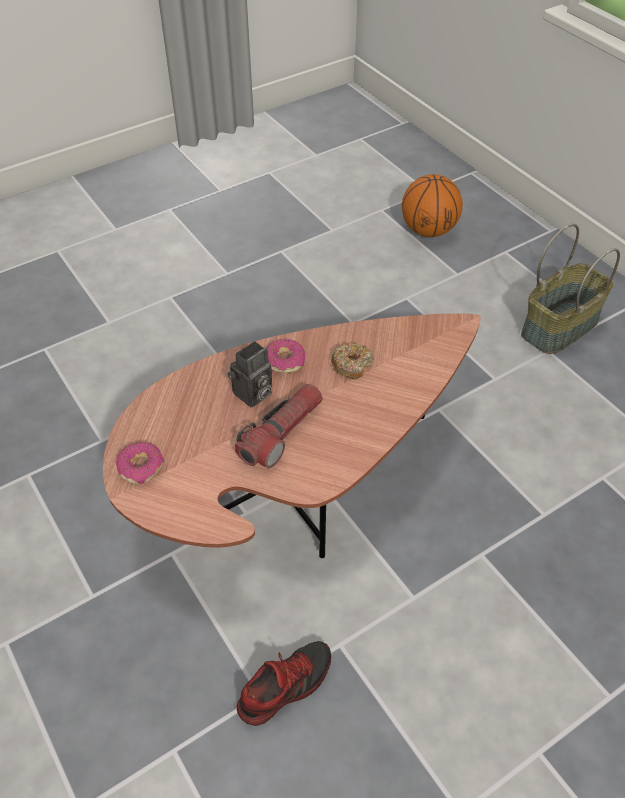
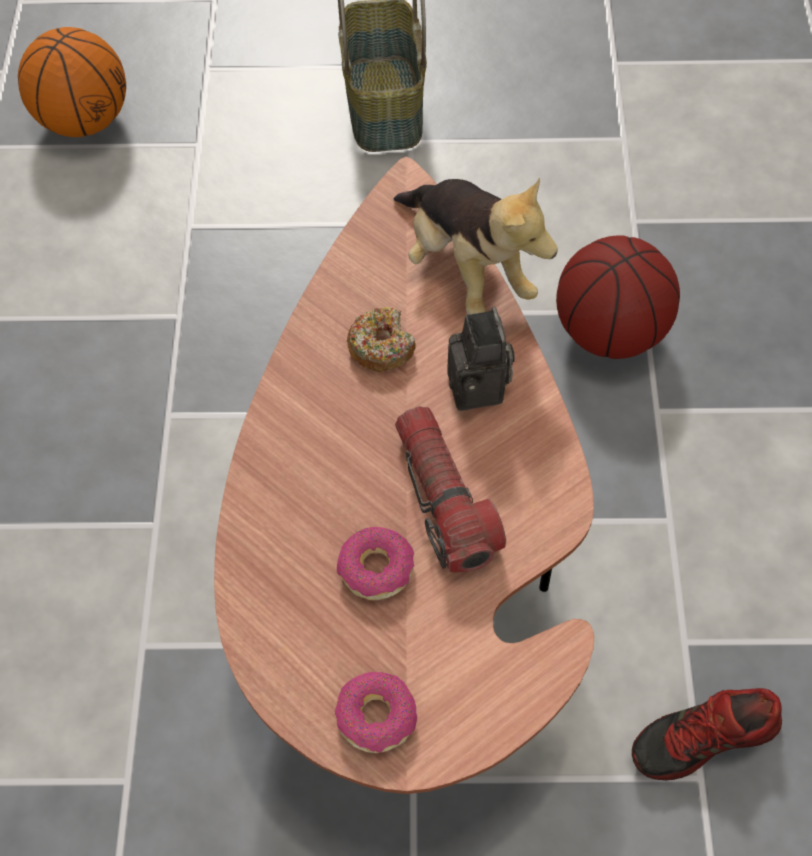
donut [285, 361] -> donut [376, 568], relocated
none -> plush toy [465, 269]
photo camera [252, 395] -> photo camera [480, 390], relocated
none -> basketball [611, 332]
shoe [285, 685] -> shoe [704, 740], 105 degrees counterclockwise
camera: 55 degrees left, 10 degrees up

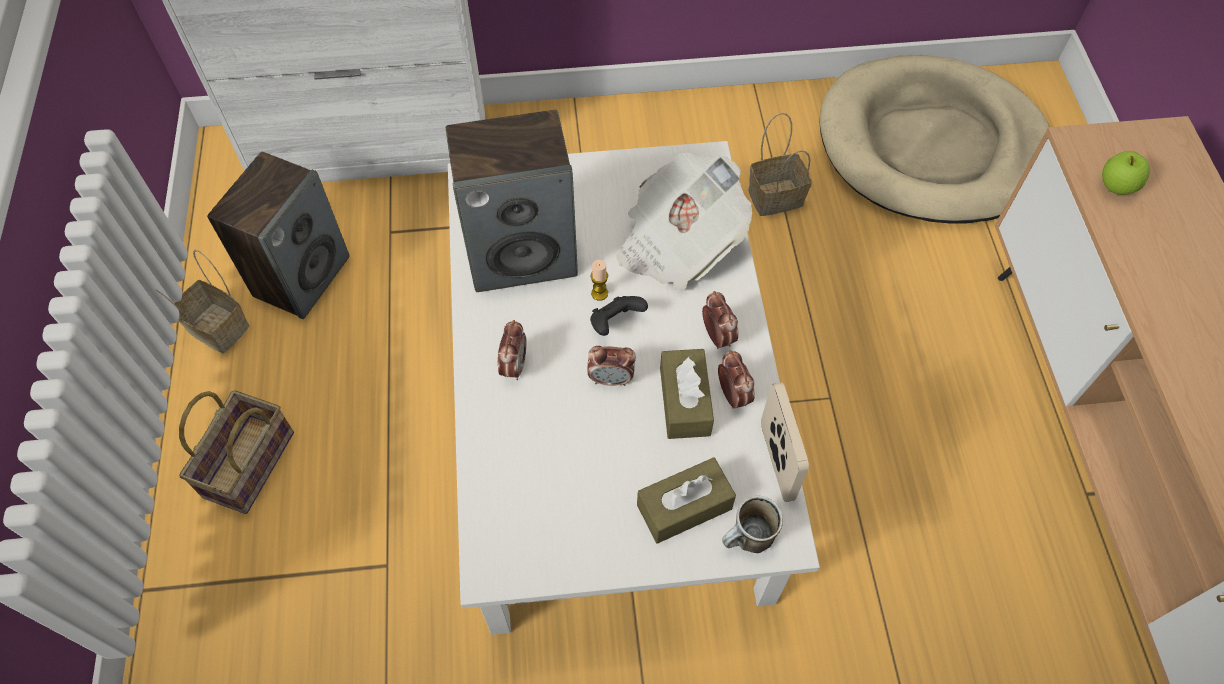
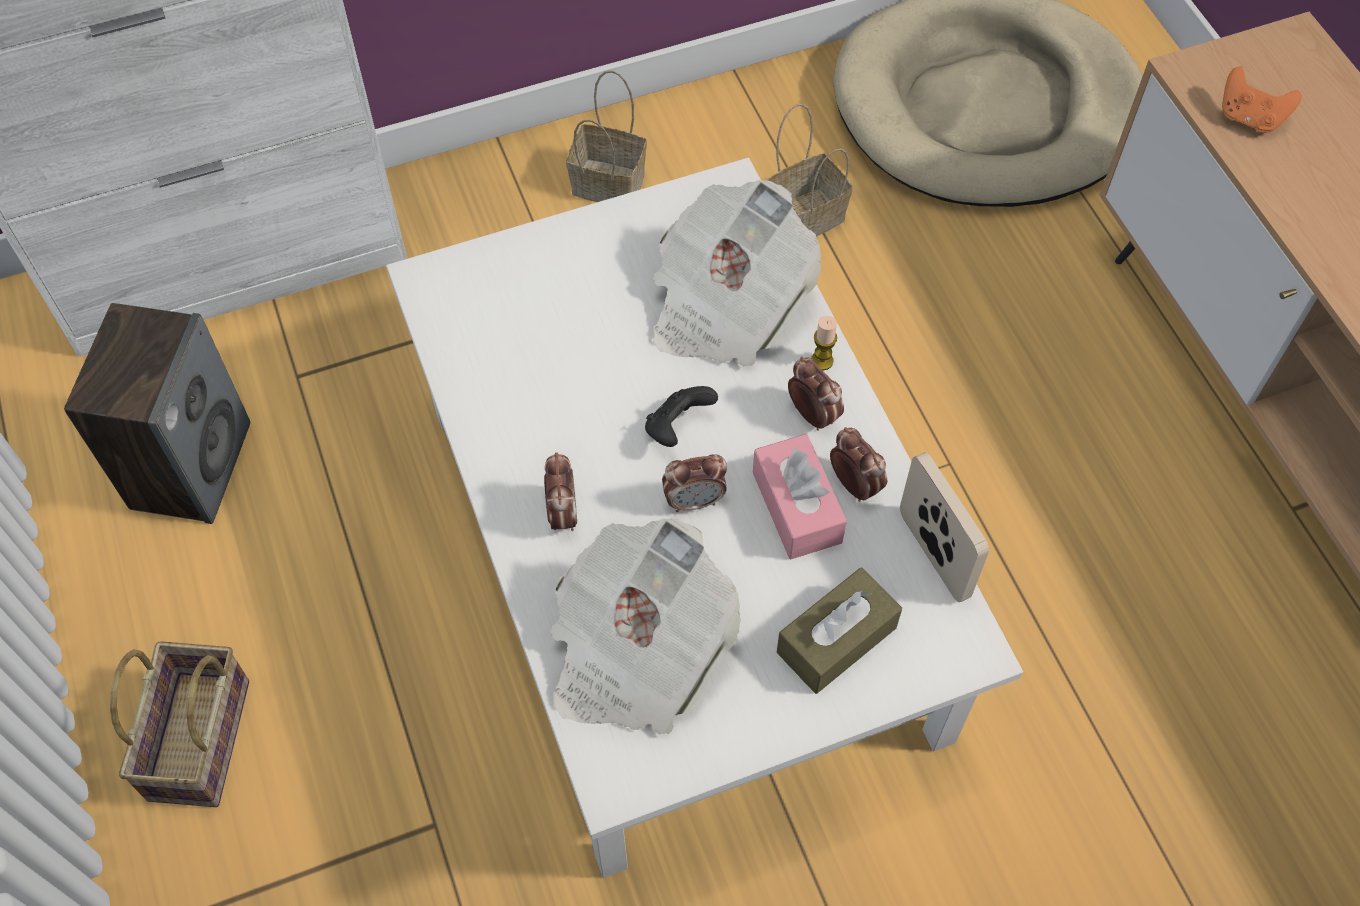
none -> newspaper [636, 651]
basket [215, 328] -> basket [605, 184], relocated
brown tissue box [684, 401] -> pink tissue box [796, 507]
candle [599, 293] -> candle [822, 361], relocated
apple [1116, 187] -> orange game controller [1249, 118]
speaker [522, 254] -> none
mug [747, 541] -> none
camera: 15 degrees left, 0 degrees up

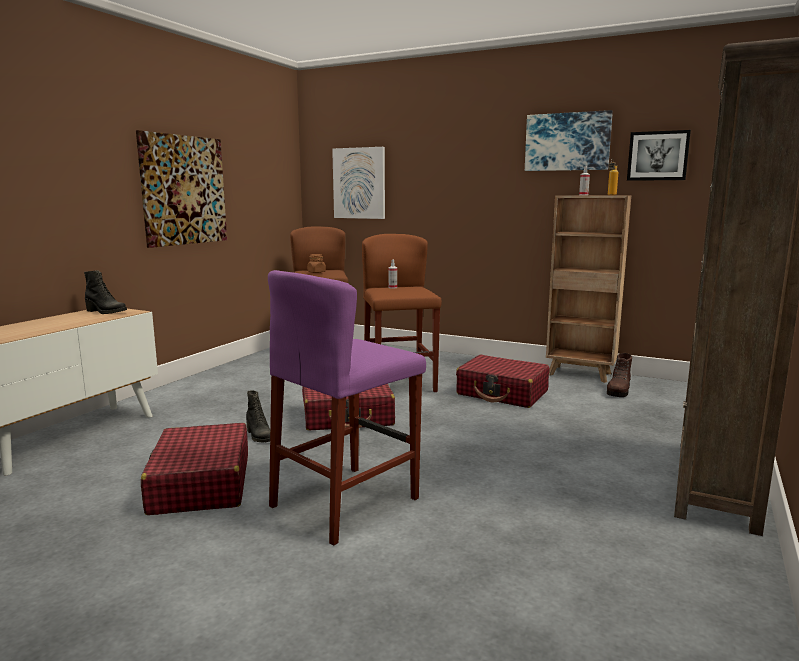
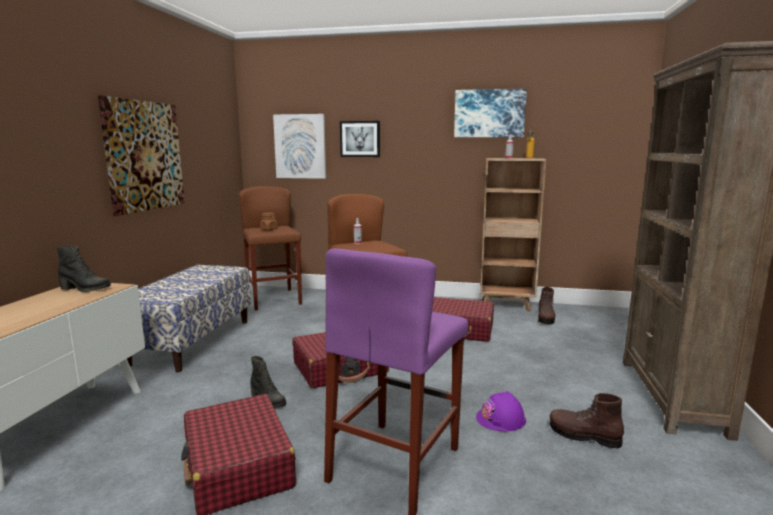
none -> bench [192, 341]
picture [658, 156] -> picture [360, 139], relocated
none -> purple hard hat [501, 419]
none -> brown boot [583, 436]
camera: 15 degrees left, 0 degrees up

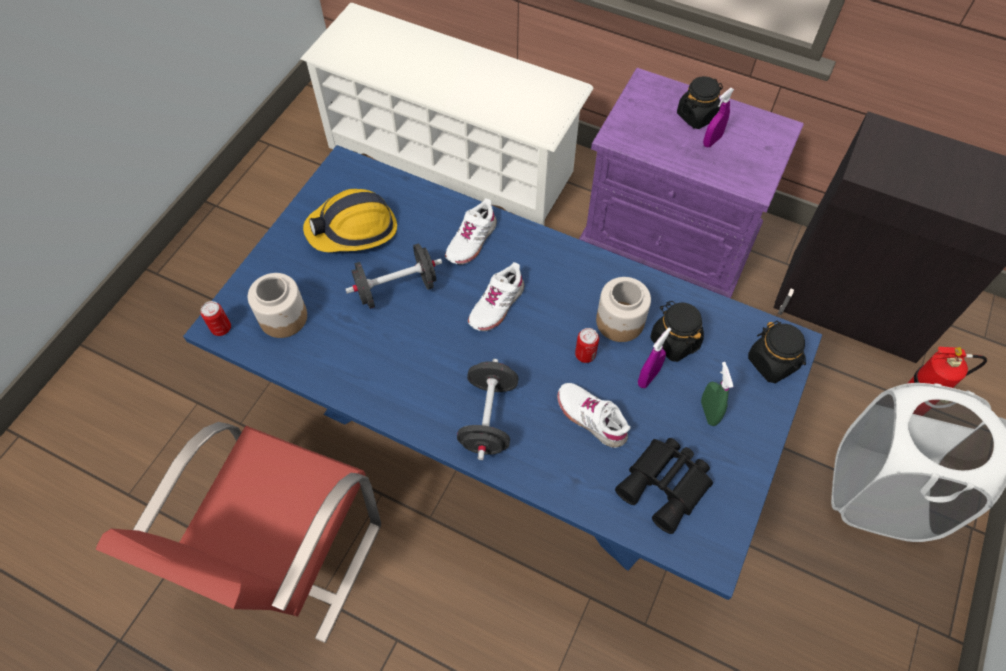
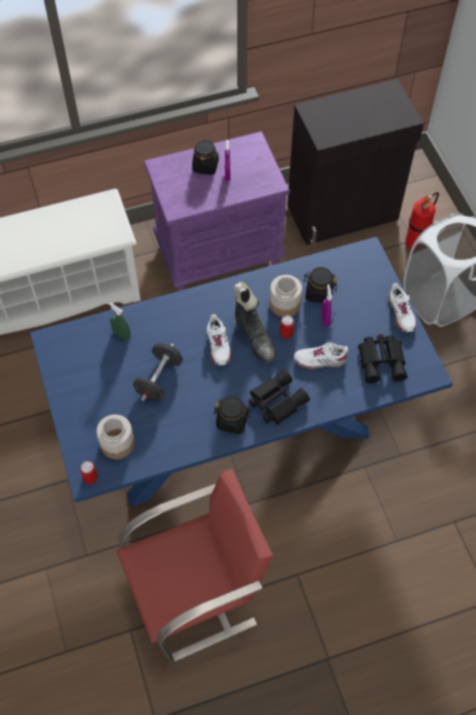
green spray bottle [708, 412] -> green spray bottle [121, 335], relocated
red chair [287, 557] -> red chair [196, 593], 90 degrees counterclockwise
black jar [772, 363] -> black jar [232, 421], relocated
none -> black boot [255, 338]
black dumbbell [488, 418] -> black binoculars [275, 401]
white shoe [471, 240] -> white shoe [401, 313], relocated
hard hat [353, 230] -> none
camera: 45 degrees left, 0 degrees up

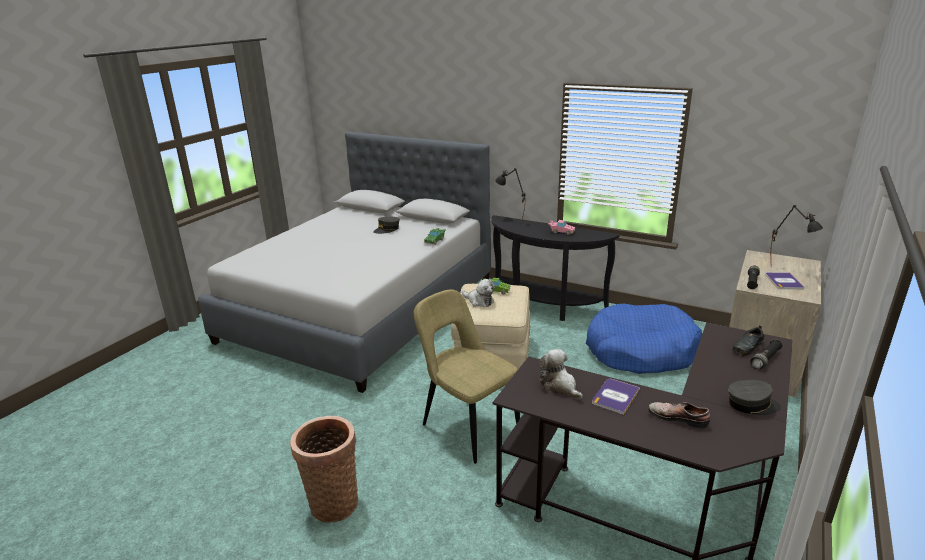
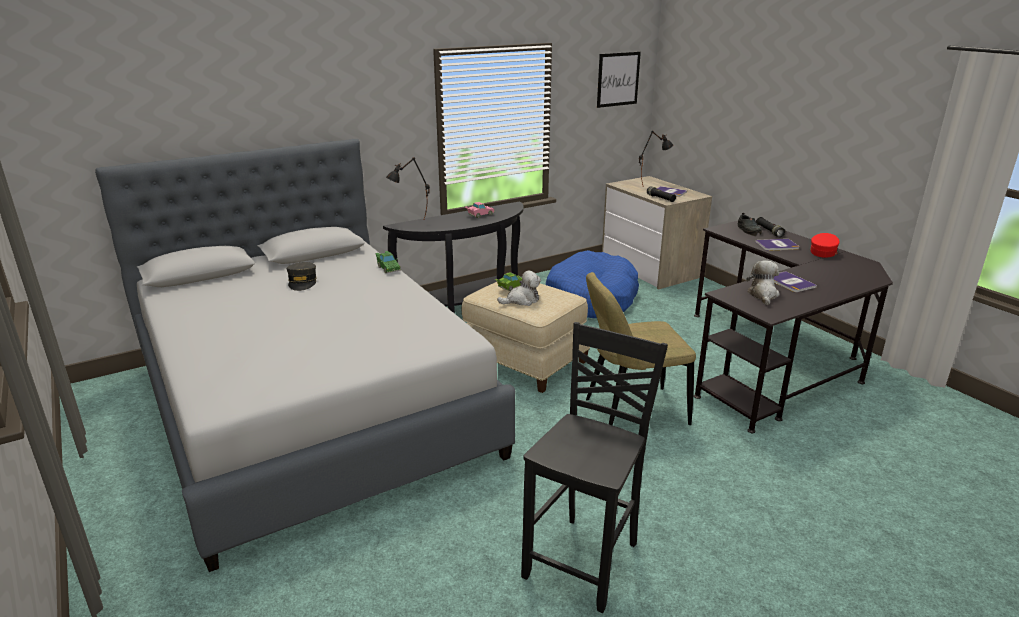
none -> black chair [585, 560]
none -> picture [618, 79]
plush toy [559, 386] -> plush toy [763, 295], 105 degrees clockwise
none -> book [777, 245]
grey cap [752, 405] -> red cap [823, 252]
basket [332, 502] -> none
shoe [678, 417] -> none
camera: 60 degrees left, 0 degrees up

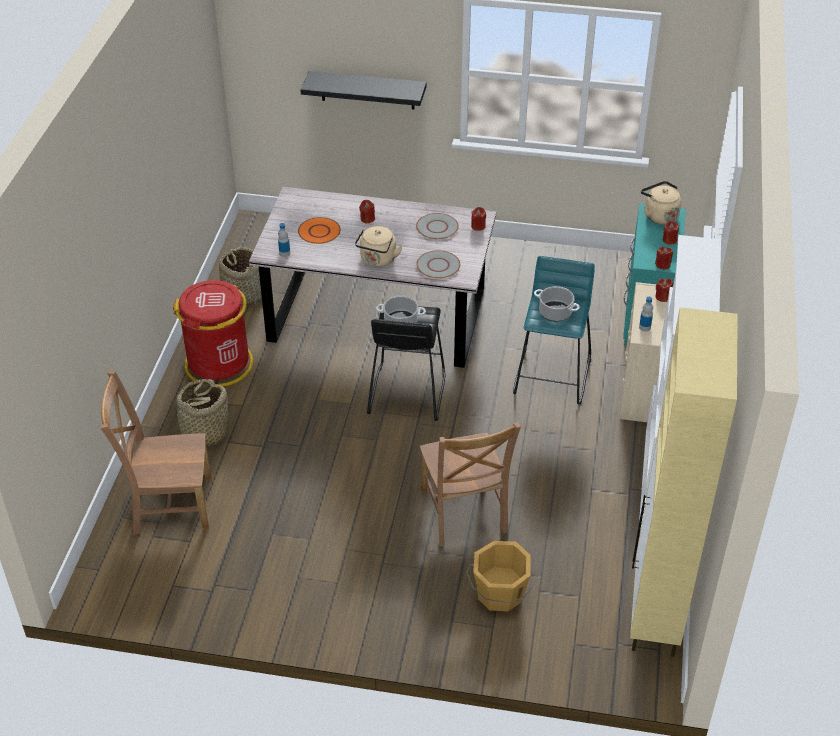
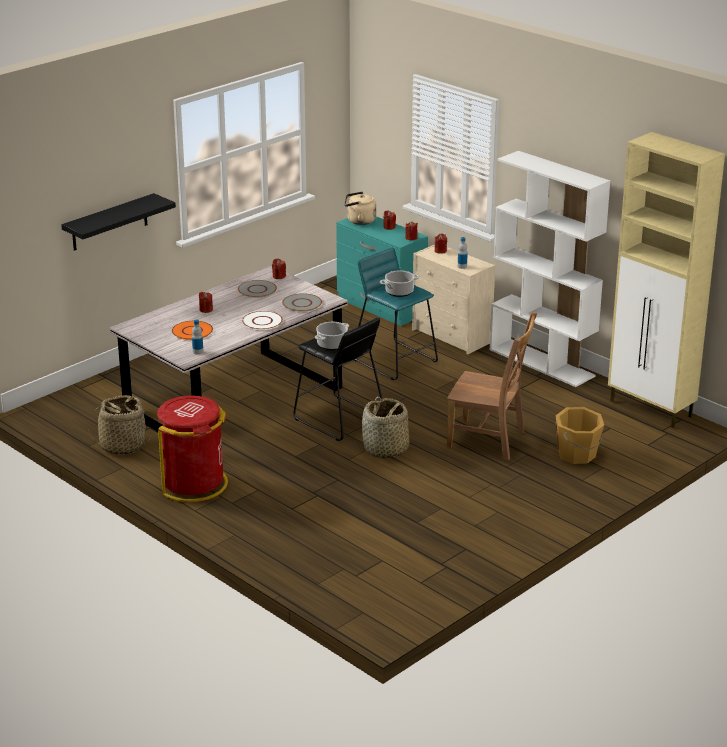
beige kettle [377, 260] -> white plate [262, 321]
basket [205, 432] -> basket [385, 449], relocated
brown chair [168, 506] -> none
camera: 55 degrees left, 15 degrees down

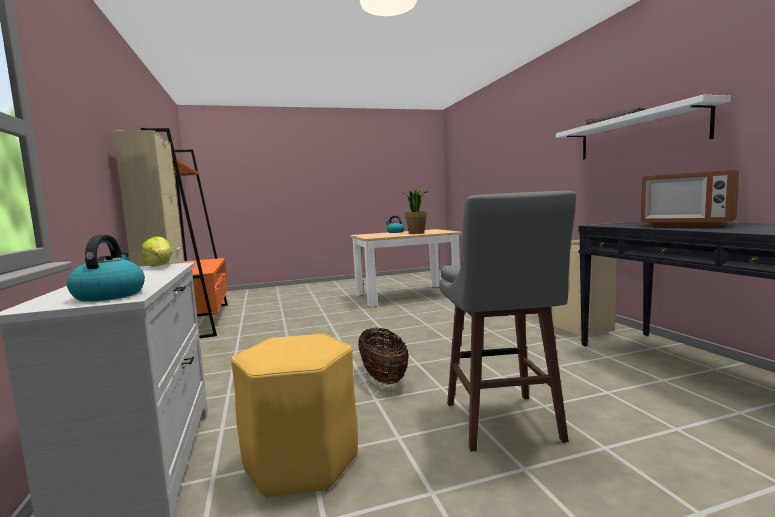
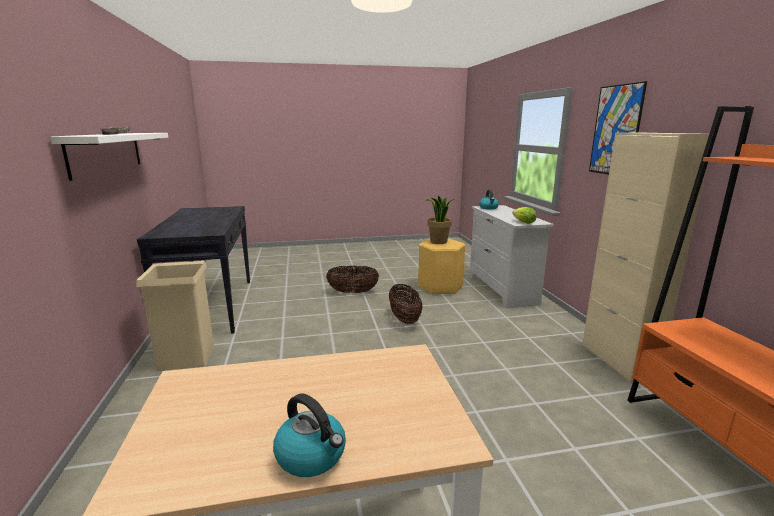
grey stool [502, 423] -> basket [353, 292]
potted plant [416, 233] -> potted plant [438, 242], relocated
none -> picture [615, 130]
microwave [687, 225] -> none
camera: 175 degrees left, 10 degrees up

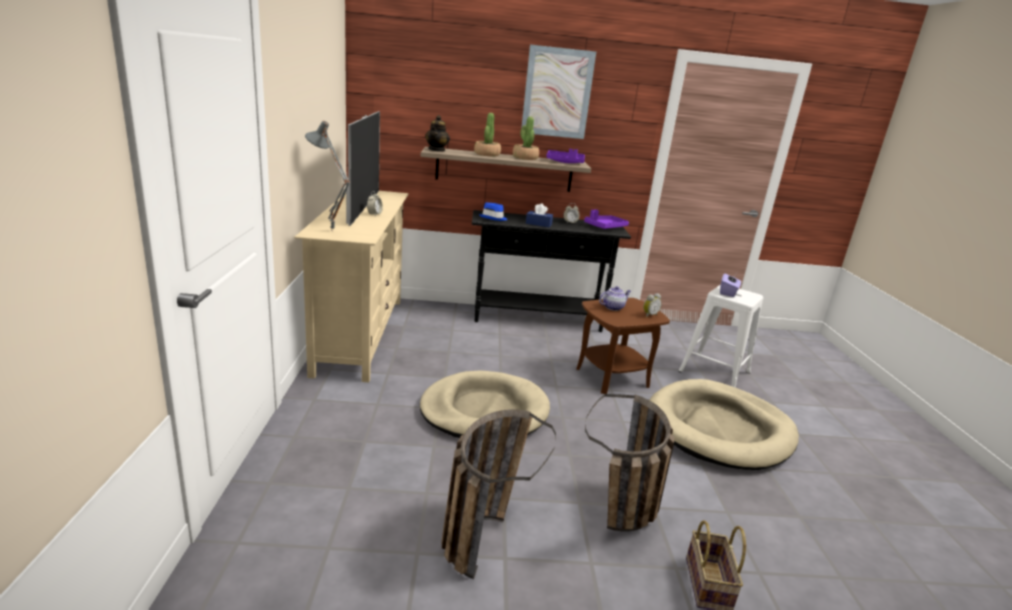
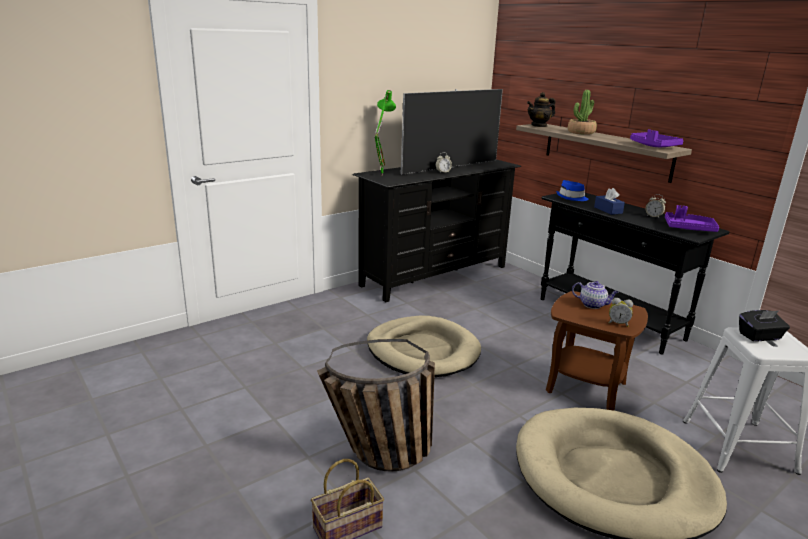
beige tv stand [359, 334] -> black tv stand [434, 275]
grey table lamp [330, 231] -> green table lamp [380, 175]
purple tissue box [728, 292] -> black tissue box [760, 336]
basket [483, 532] -> none
potted plant [525, 158] -> none
picture [557, 93] -> none
camera: 55 degrees right, 0 degrees up

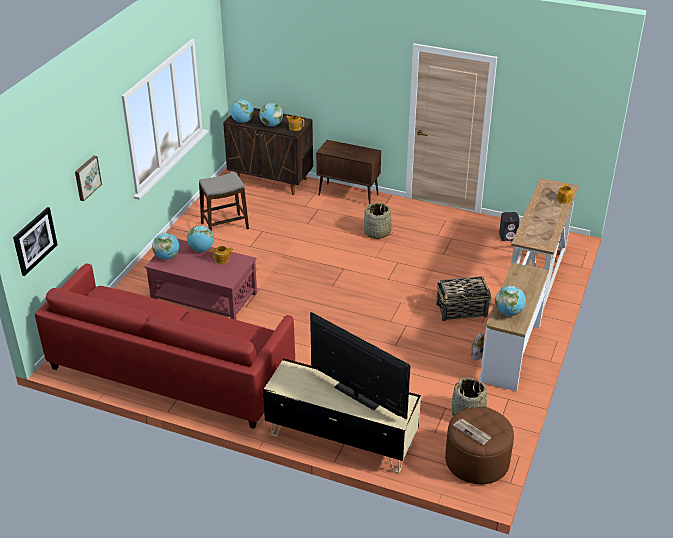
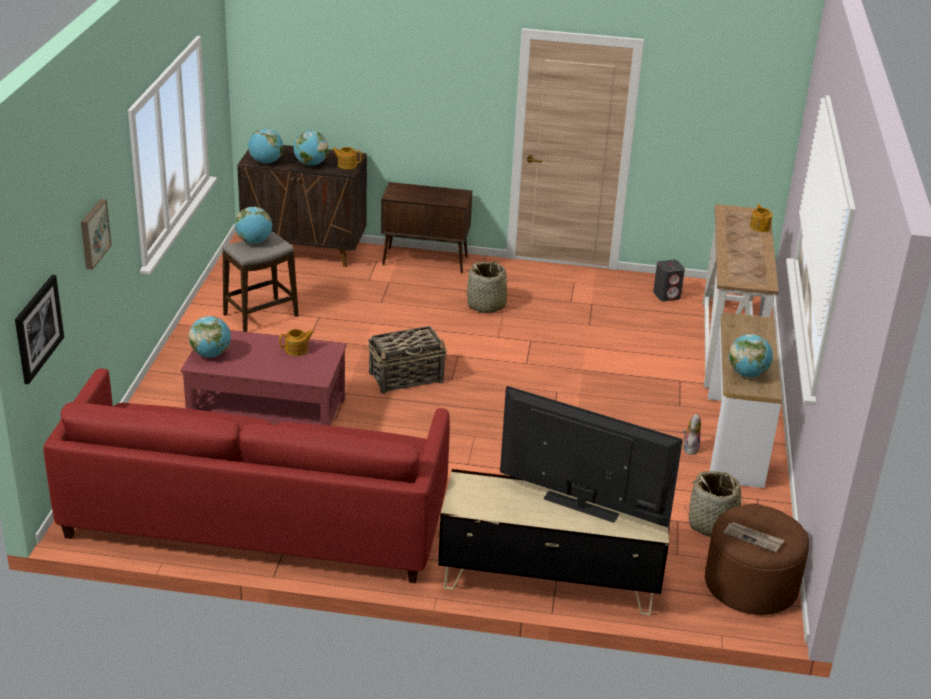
globe [201, 249] -> globe [254, 242], relocated
basket [462, 310] -> basket [407, 377], relocated
camera: 15 degrees left, 5 degrees down

